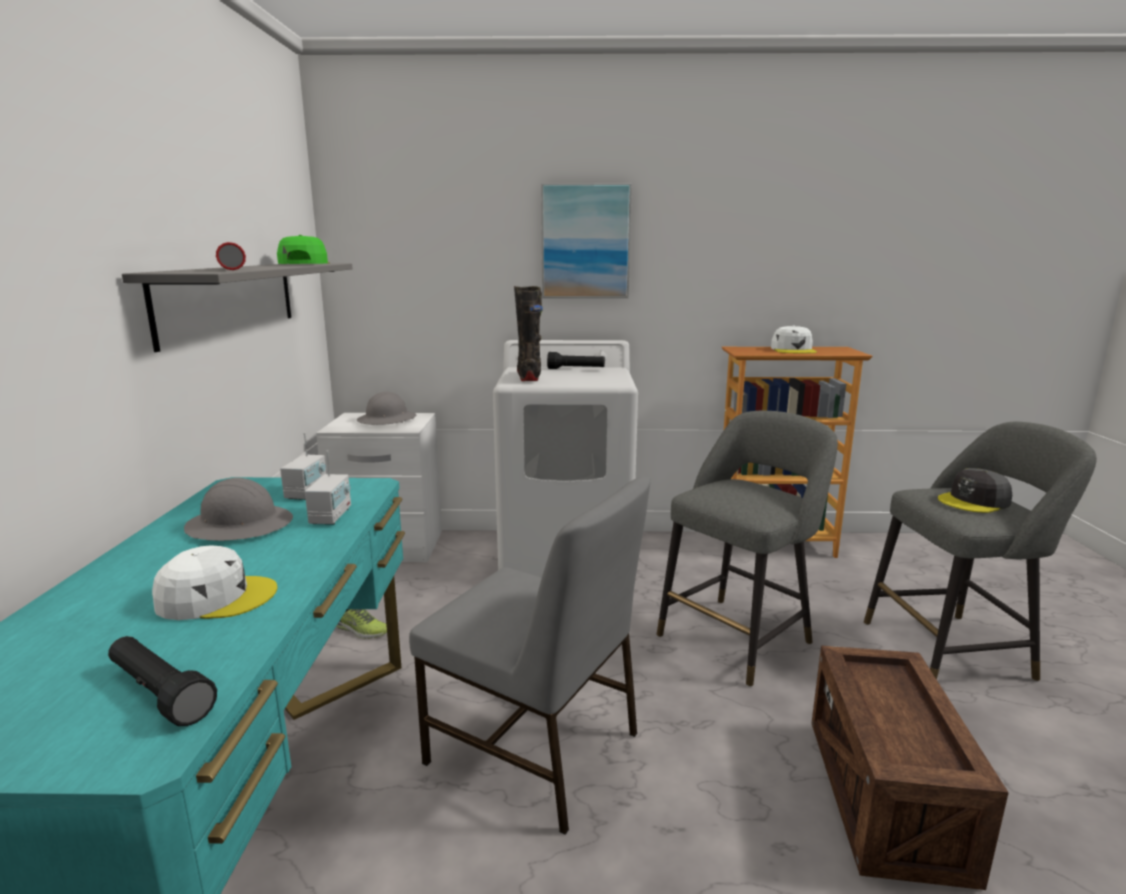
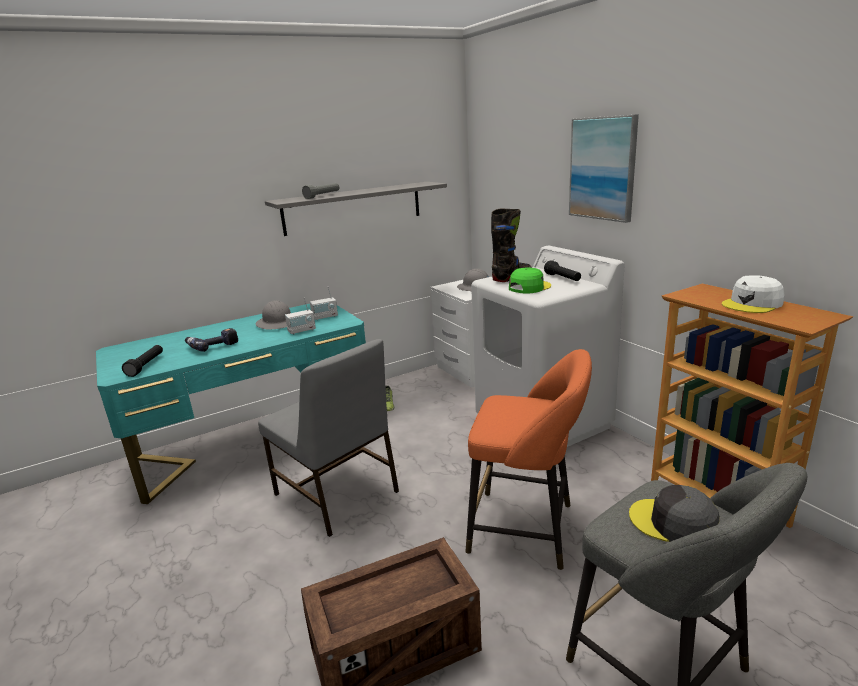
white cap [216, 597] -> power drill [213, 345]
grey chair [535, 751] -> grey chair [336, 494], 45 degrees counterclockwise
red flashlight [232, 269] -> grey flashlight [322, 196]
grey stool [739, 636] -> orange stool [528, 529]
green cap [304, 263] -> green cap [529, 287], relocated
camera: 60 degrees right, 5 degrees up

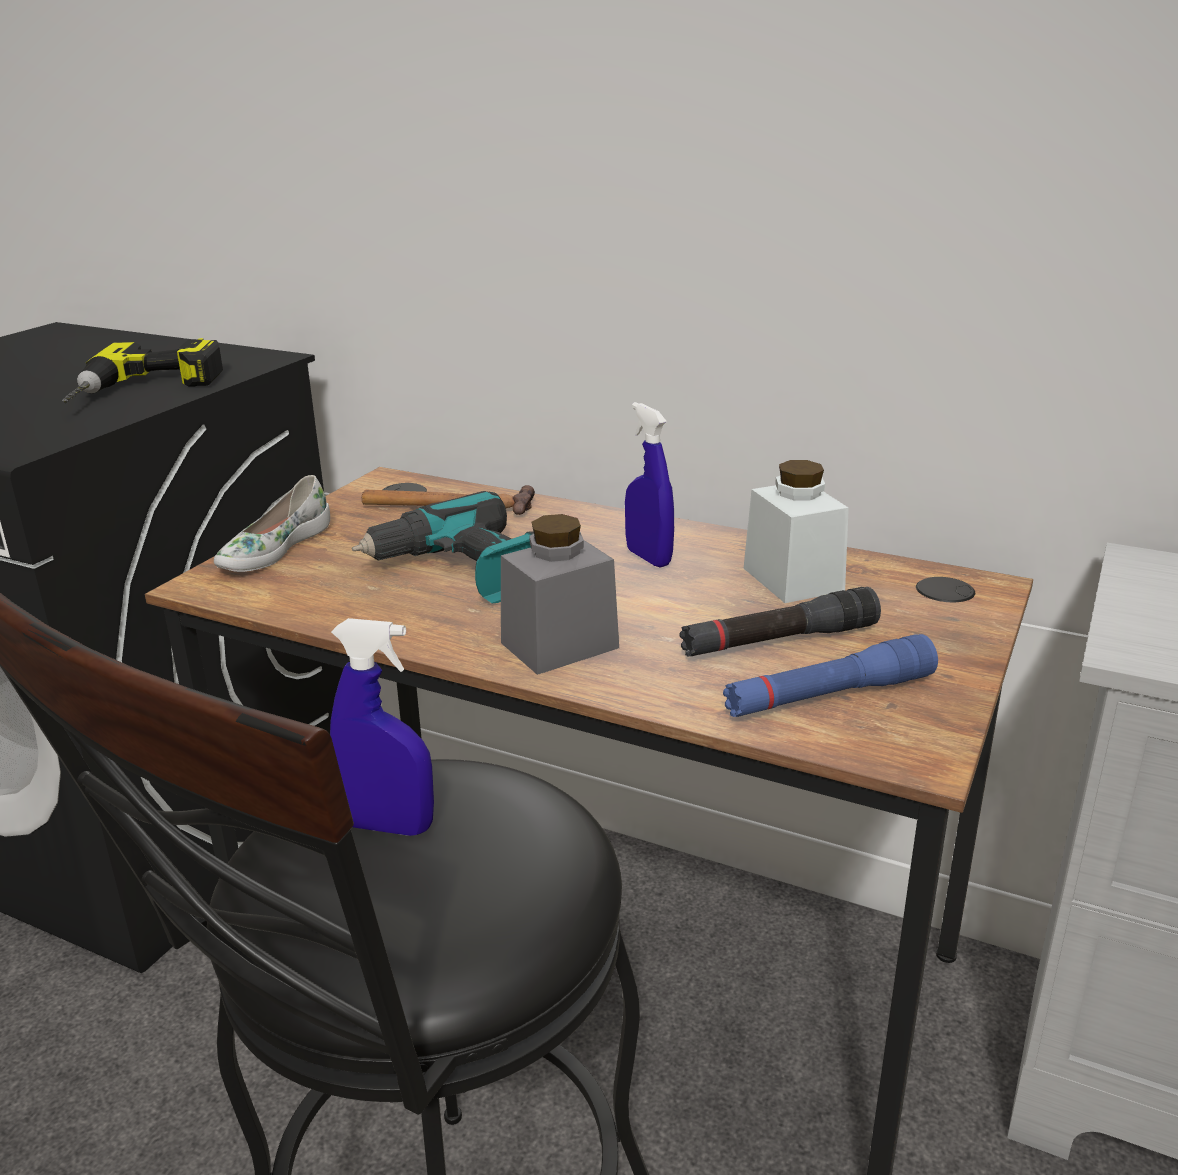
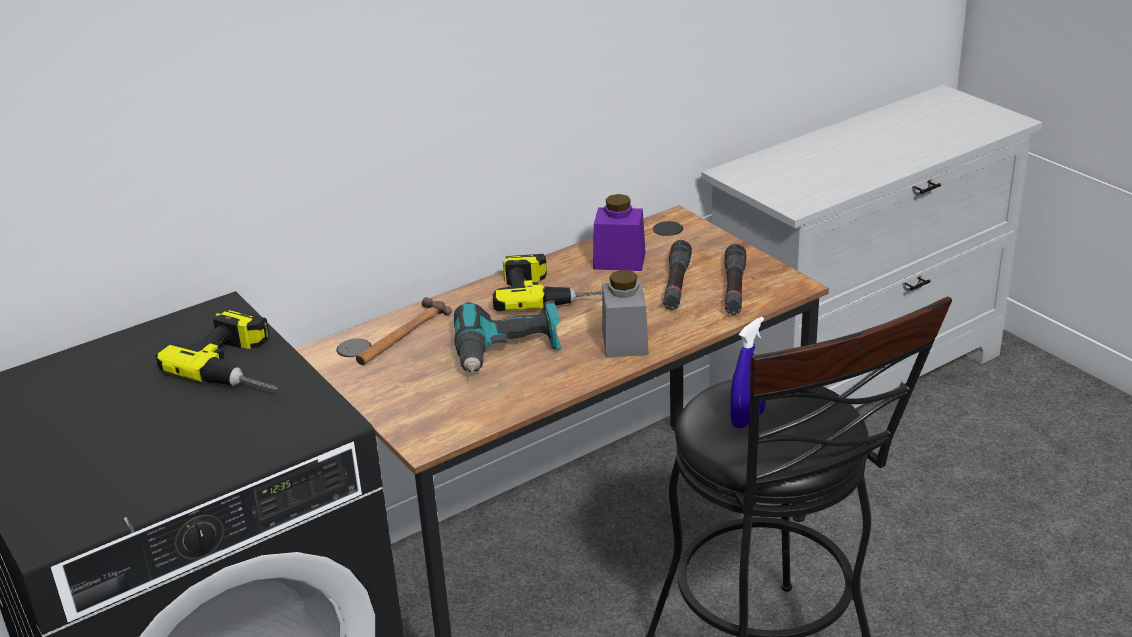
blue spray bottle [648, 558] -> power drill [551, 291]
white jar [793, 579] -> purple jar [619, 260]
blue flashlight [829, 695] -> black flashlight [734, 288]
white shoe [274, 548] -> none
camera: 60 degrees left, 5 degrees up

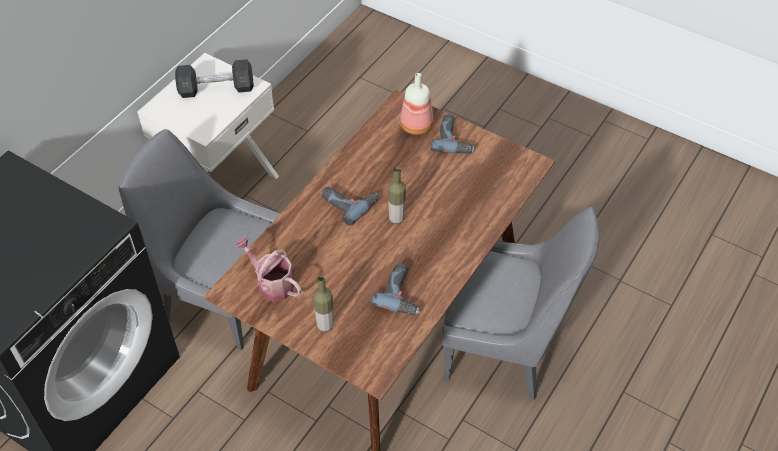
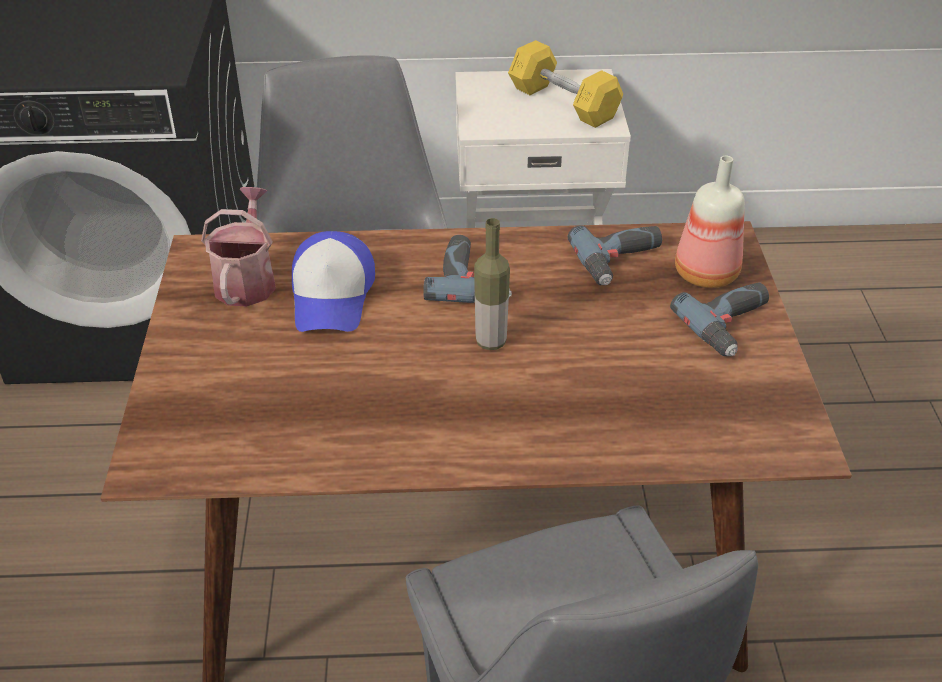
none -> cap [332, 296]
grey dumbbell [216, 89] -> yellow dumbbell [563, 103]
power drill [402, 293] -> power drill [621, 262], relocated
bottle [325, 325] -> none
camera: 55 degrees right, 10 degrees down

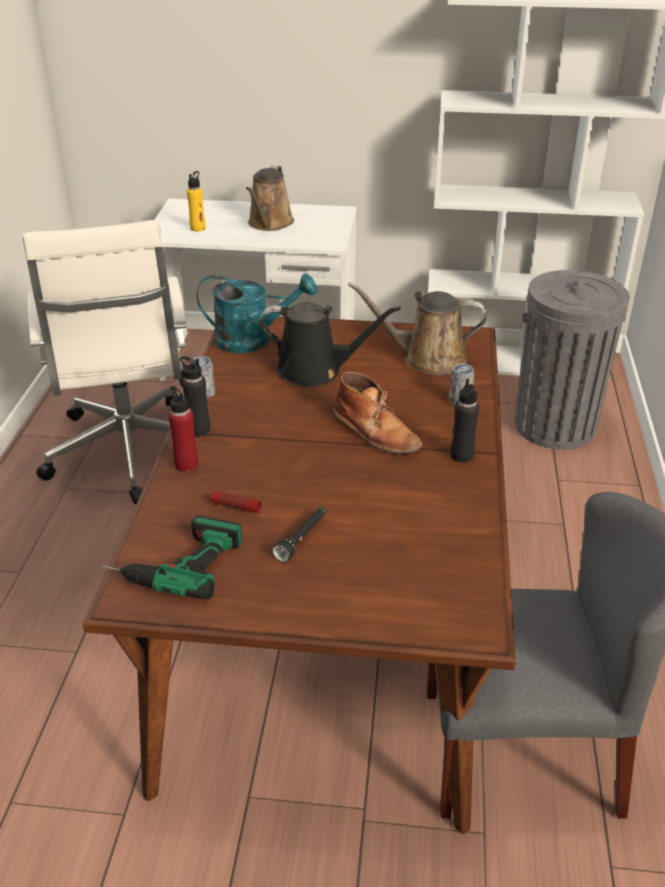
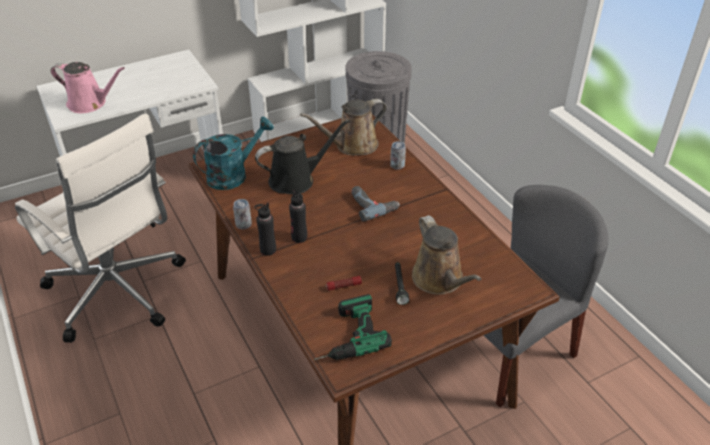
yellow bottle [198, 228] -> pink watering can [90, 103]
black bottle [461, 455] -> black bottle [299, 237], relocated
brown boot [376, 433] -> power drill [372, 205]
brown watering can [269, 224] -> brown watering can [440, 280], relocated
red bottle [186, 464] -> none
camera: 35 degrees left, 5 degrees up

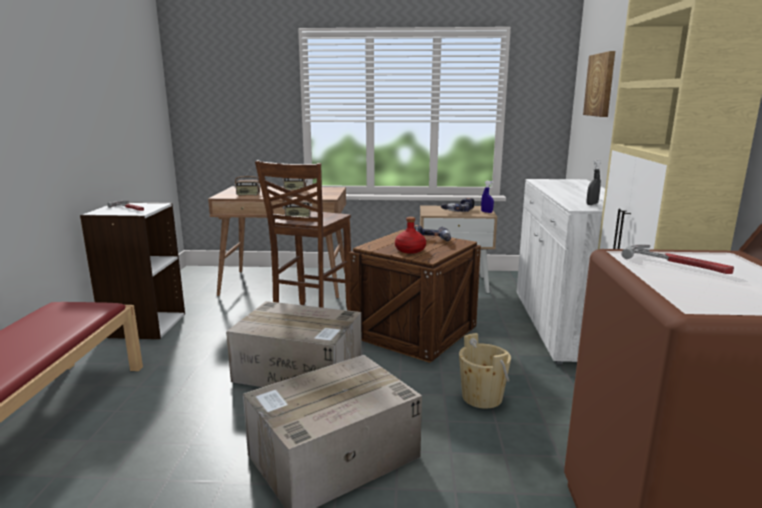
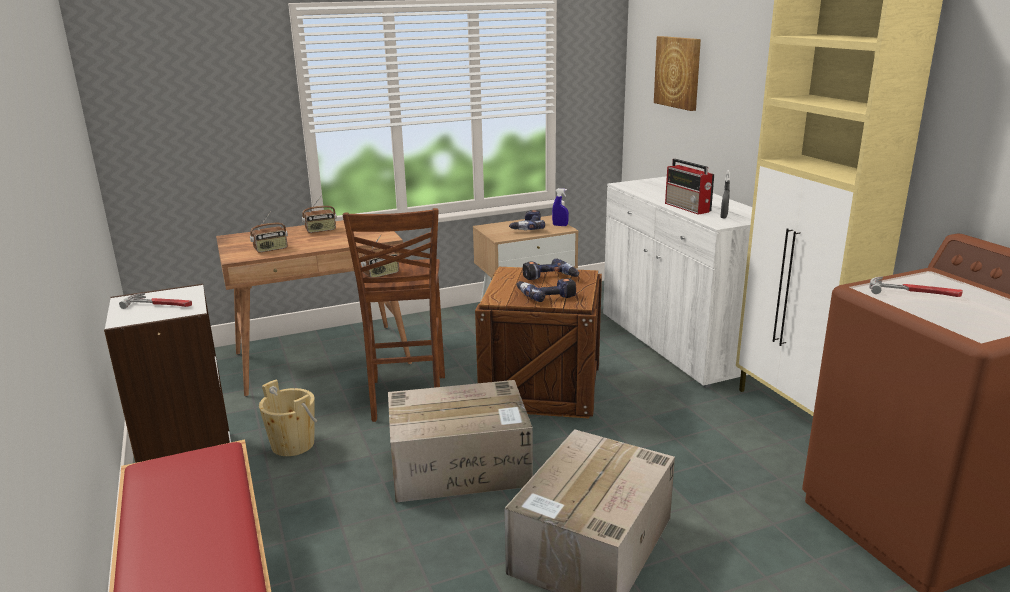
beige bucket [482, 397] -> beige bucket [293, 444], relocated
red bottle [410, 250] -> power drill [546, 295]
none -> radio [688, 208]
camera: 25 degrees left, 5 degrees up

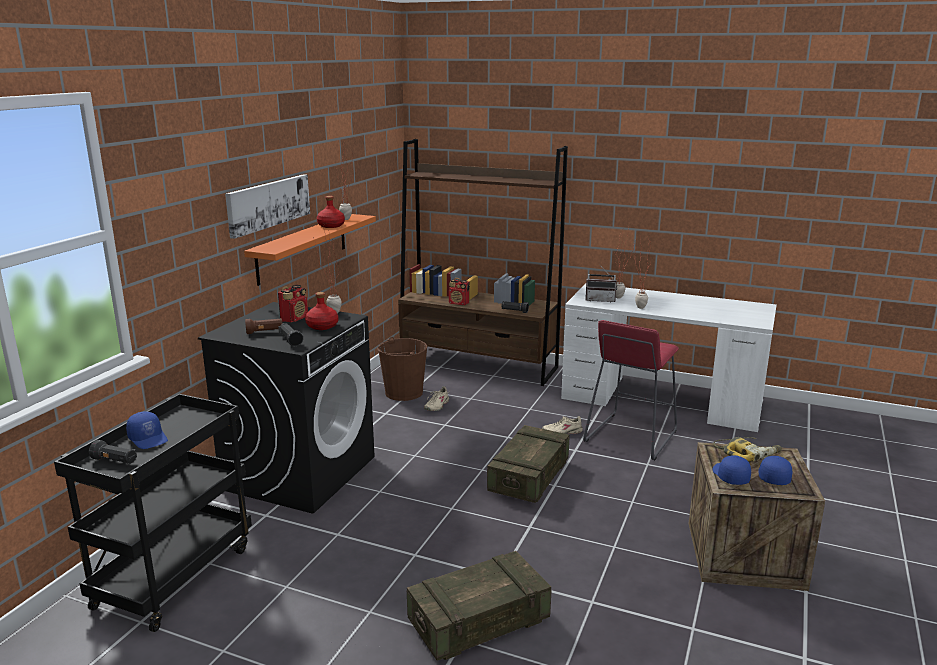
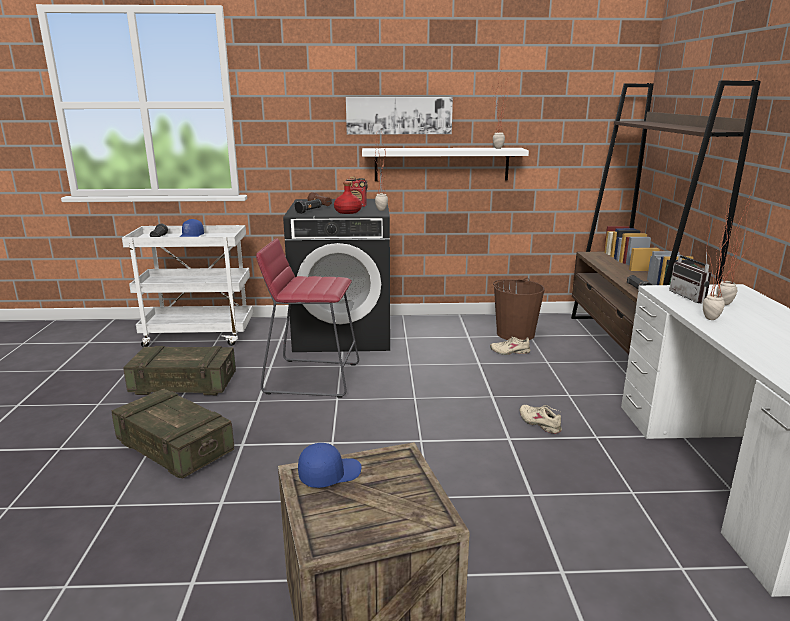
black cart [174, 575] -> white cart [200, 336]
crate [529, 477] -> crate [184, 385], relocated
red stool [631, 436] -> red stool [312, 378], relocated
orange shelf [302, 248] -> white shelf [441, 164]
red bottle [331, 226] -> none
radio [459, 303] -> none
power drill [747, 453] -> none
blue cap [773, 476] -> none
camera: 65 degrees right, 0 degrees up

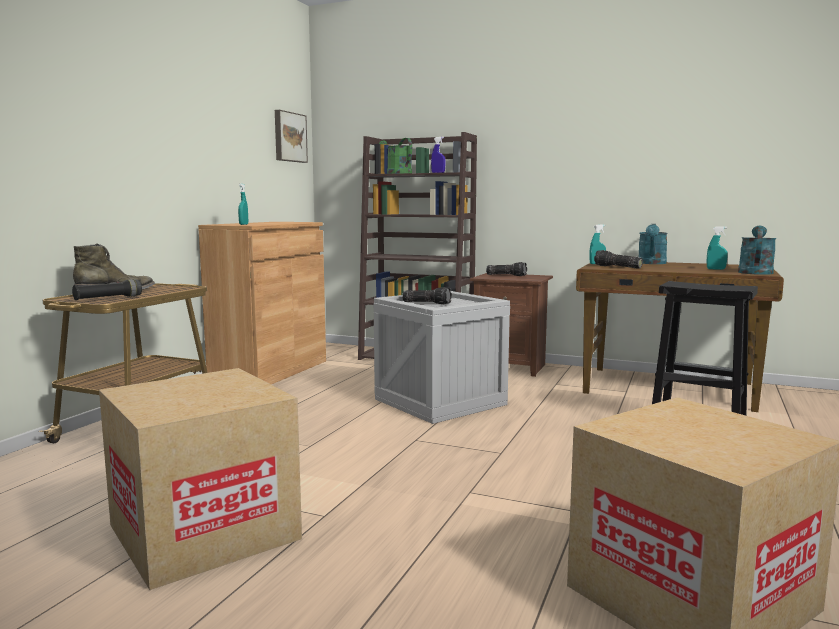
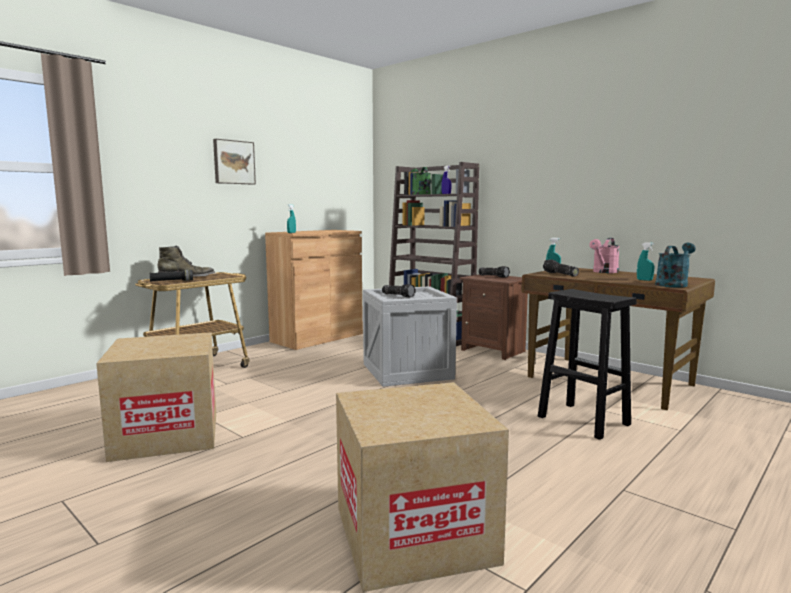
picture [289, 137] -> picture [233, 162], relocated
turquoise watering can [652, 263] -> pink watering can [603, 272]
camera: 20 degrees right, 0 degrees up

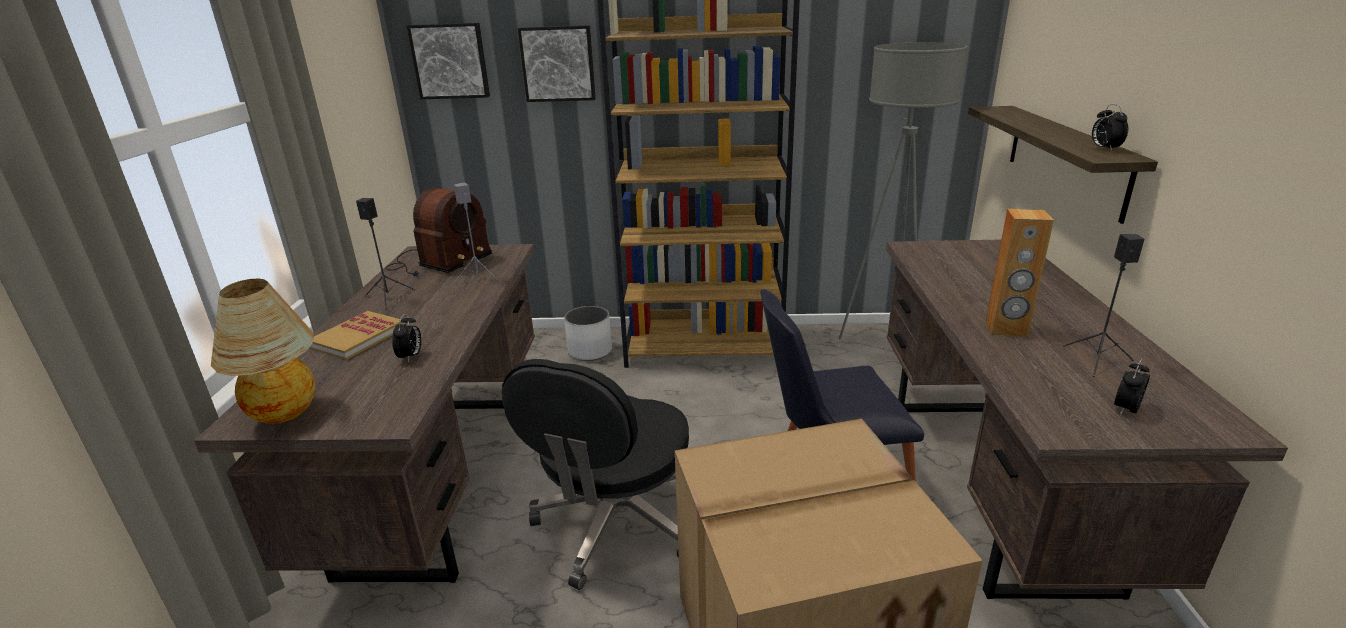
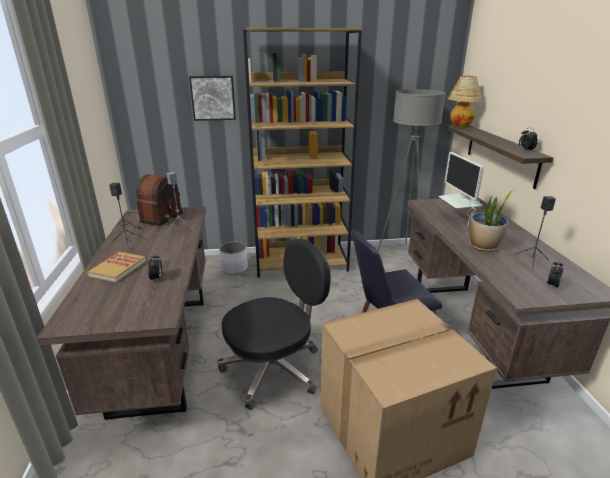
black office chair [616, 525] -> black office chair [274, 369], 135 degrees counterclockwise
none -> monitor [458, 219]
table lamp [286, 415] -> table lamp [460, 127], relocated
brown speaker [1006, 329] -> potted plant [483, 246]
picture [450, 61] -> none
camera: 10 degrees left, 0 degrees up

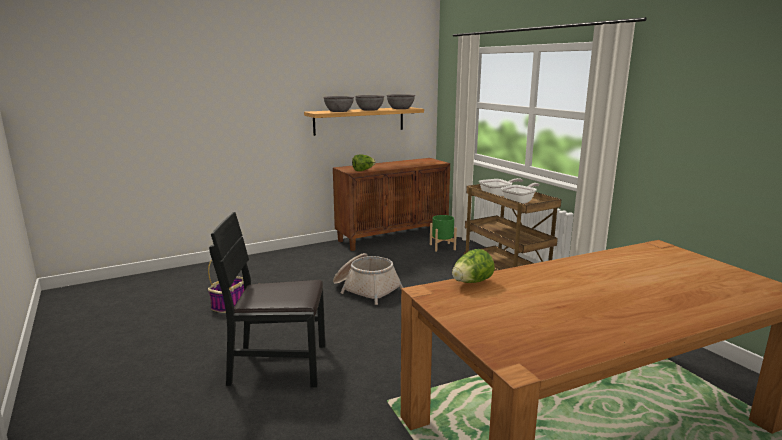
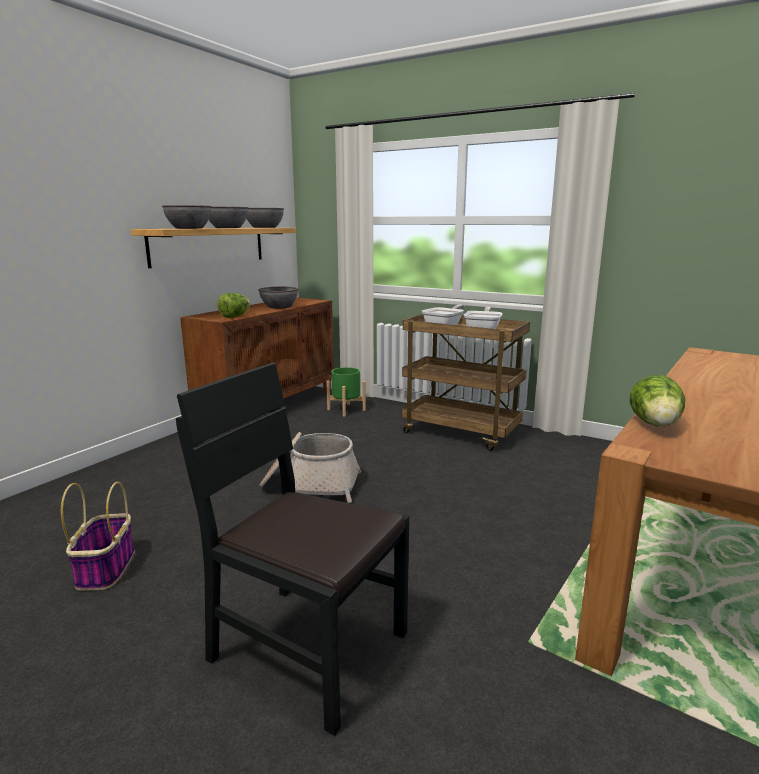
black chair [279, 365] -> black chair [308, 648], 60 degrees clockwise
none -> grey bowl [279, 307]
camera: 30 degrees left, 0 degrees up

